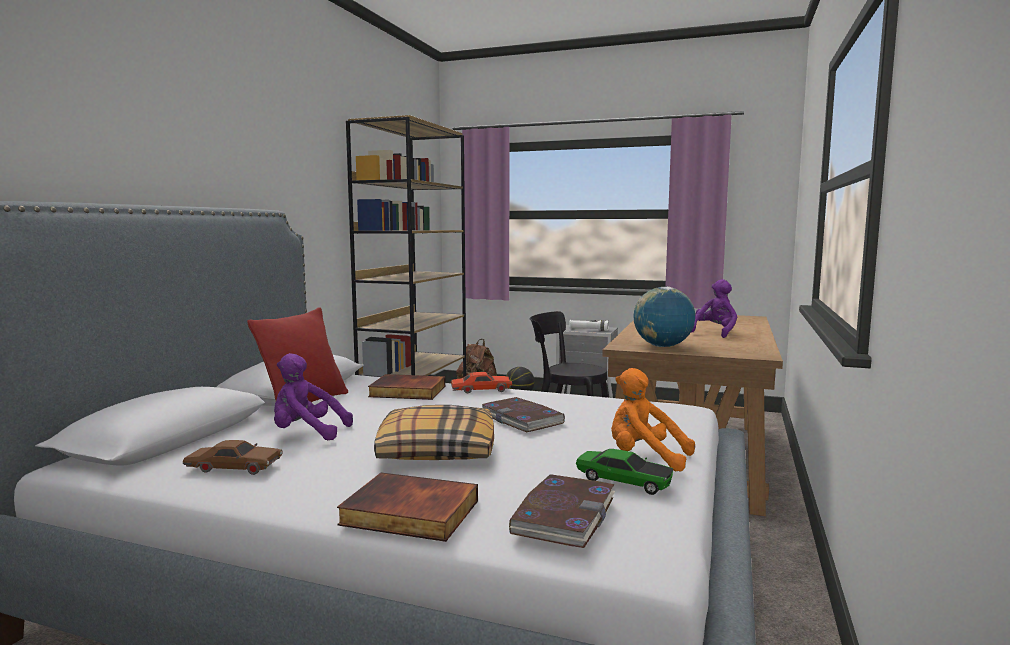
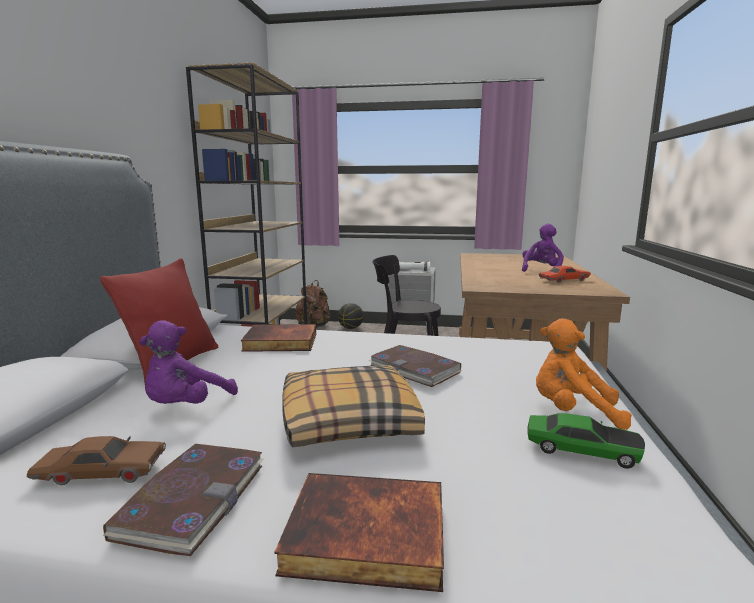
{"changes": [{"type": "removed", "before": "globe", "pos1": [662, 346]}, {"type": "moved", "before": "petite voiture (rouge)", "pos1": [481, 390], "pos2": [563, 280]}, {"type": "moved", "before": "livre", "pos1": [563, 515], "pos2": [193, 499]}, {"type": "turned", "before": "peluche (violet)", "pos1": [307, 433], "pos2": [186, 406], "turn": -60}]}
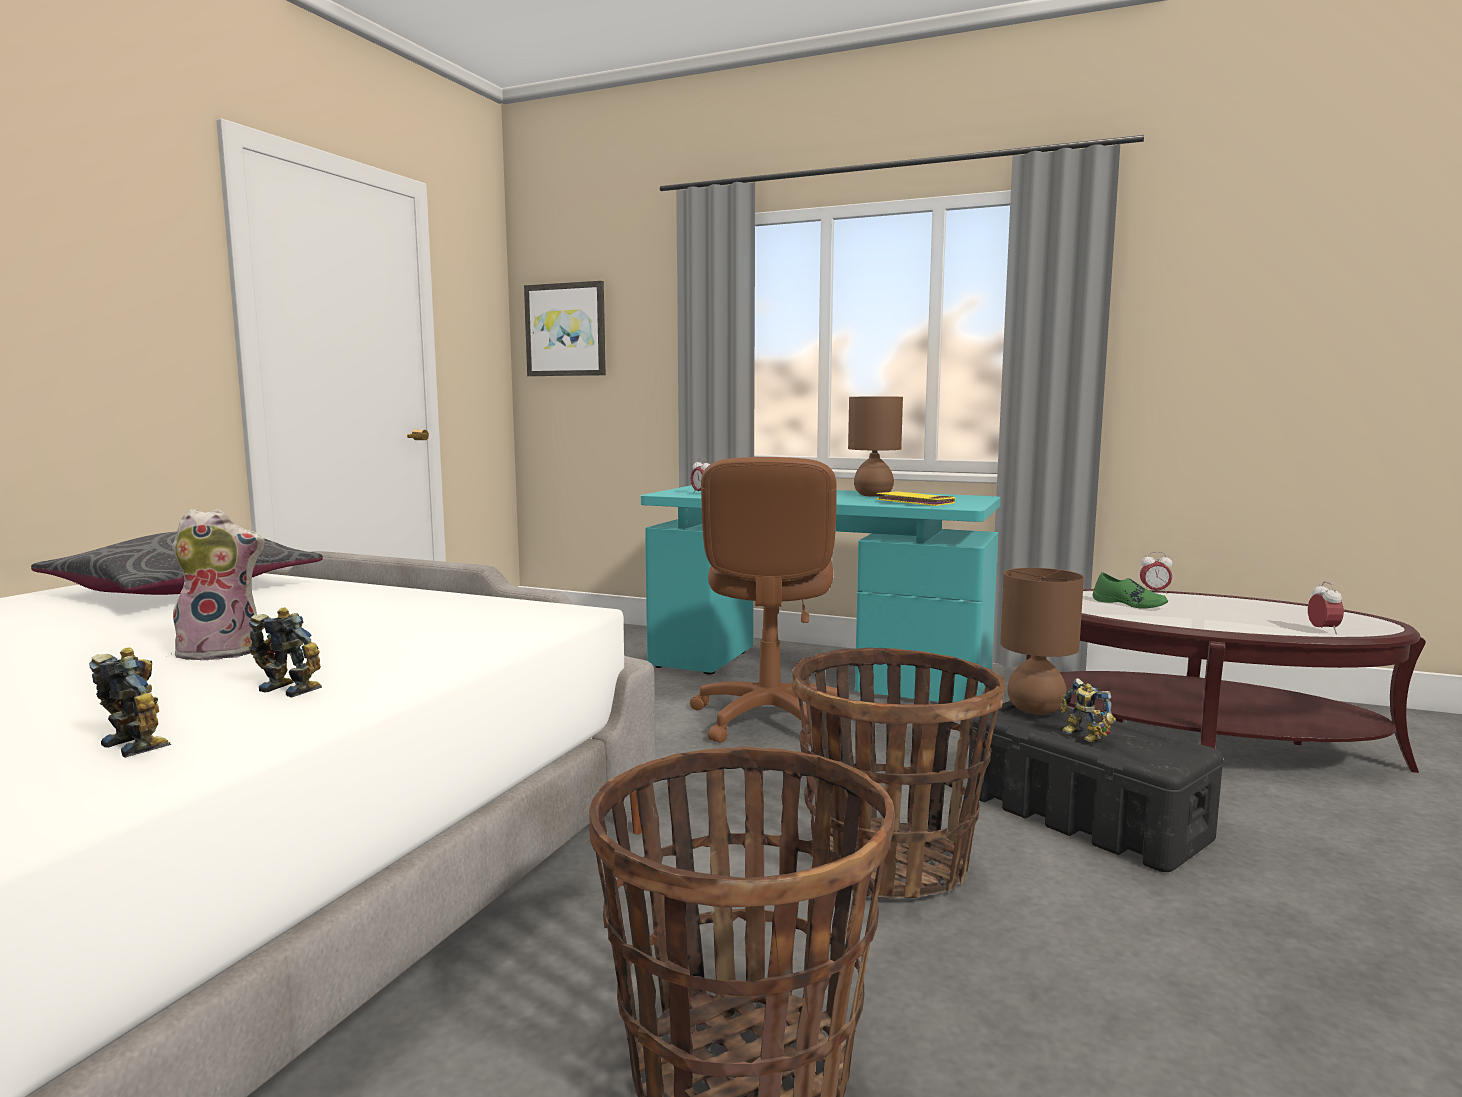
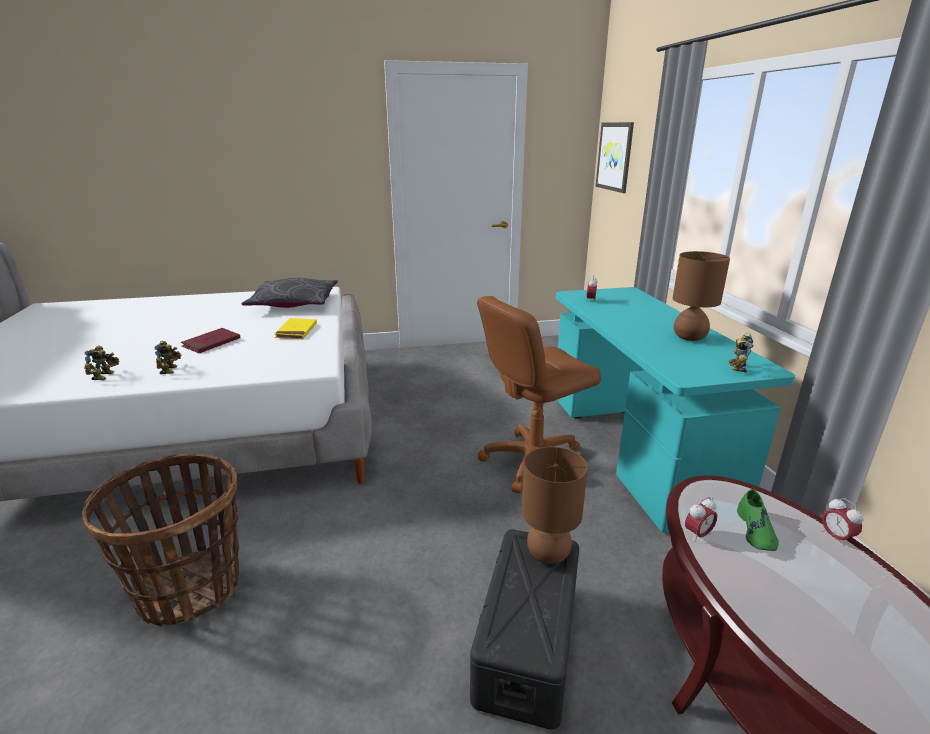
{"changes": [{"type": "removed", "before": "panier", "pos1": [889, 864]}, {"type": "moved", "before": "livre (jaune)", "pos1": [915, 503], "pos2": [296, 331]}, {"type": "moved", "before": "robot jouet", "pos1": [1082, 736], "pos2": [736, 367]}, {"type": "moved", "before": "réveil", "pos1": [1323, 630], "pos2": [697, 535]}, {"type": "replaced", "before": "peluche", "after": "livre (rouge)", "pos1": [223, 651], "pos2": [211, 343]}]}
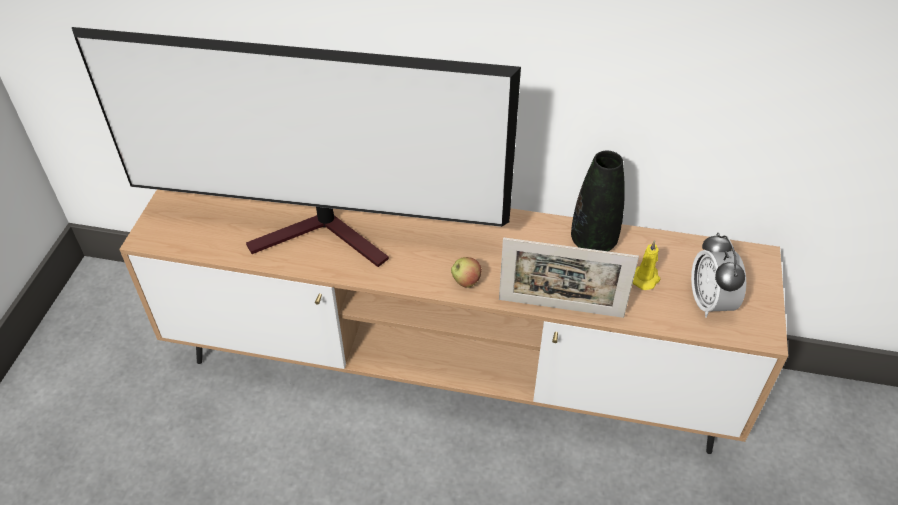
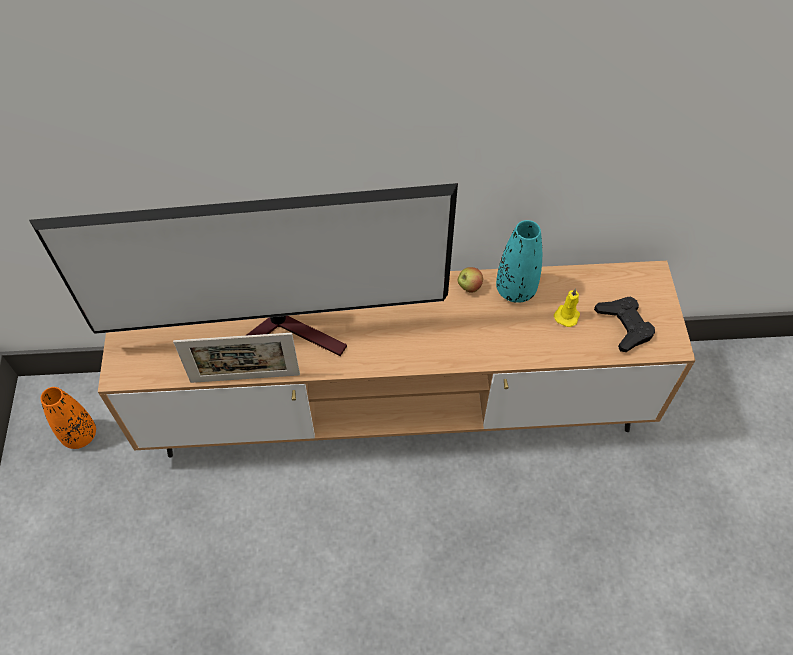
{"changes": [{"type": "added", "after": "vase (orange)", "pos2": [80, 435]}, {"type": "moved", "before": "pomme", "pos1": [466, 281], "pos2": [469, 287]}, {"type": "moved", "before": "cadre photo", "pos1": [560, 308], "pos2": [245, 378]}, {"type": "replaced", "before": "réveil", "after": "manette (noir)", "pos1": [710, 302], "pos2": [624, 326]}, {"type": "recoloured", "before": "vase (noir)", "after": "vase (turquoise)", "pos1": [593, 242], "pos2": [515, 290]}]}
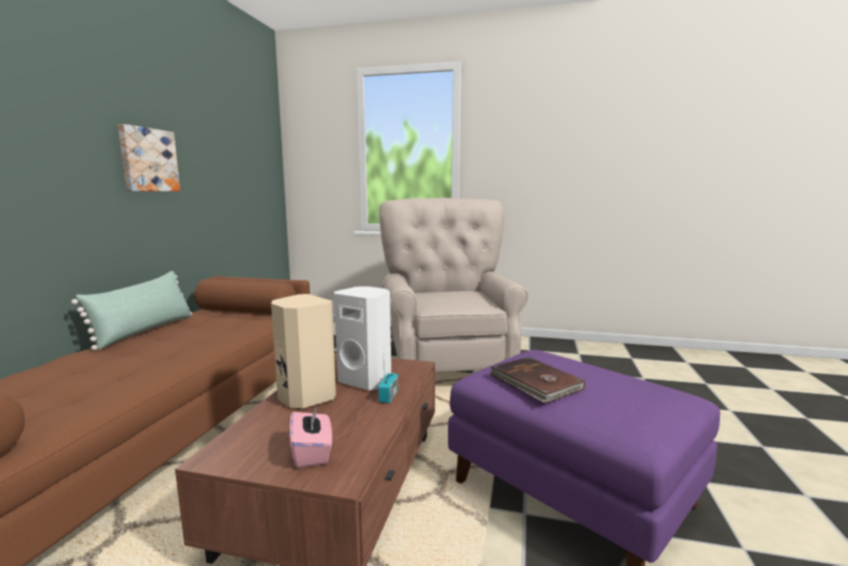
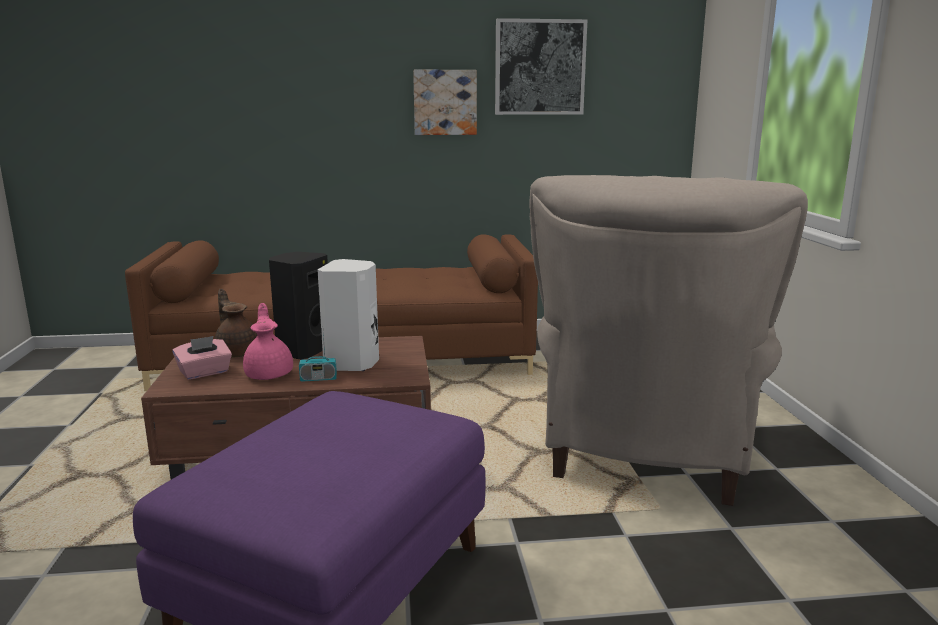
{"changes": [{"type": "removed", "before": "coussin (vert)", "pos1": [145, 331]}, {"type": "removed", "before": "livre (marron)", "pos1": [535, 383]}, {"type": "added", "after": "théière (marron)", "pos2": [238, 352]}, {"type": "added", "after": "théière (rose)", "pos2": [270, 374]}, {"type": "added", "after": "tableau", "pos2": [539, 67]}, {"type": "recoloured", "before": "enceinte (beige)", "after": "enceinte (noir)", "pos1": [304, 398], "pos2": [302, 351]}, {"type": "turned", "before": "fauteuil (beige)", "pos1": [447, 365], "pos2": [645, 452], "turn": 135}]}
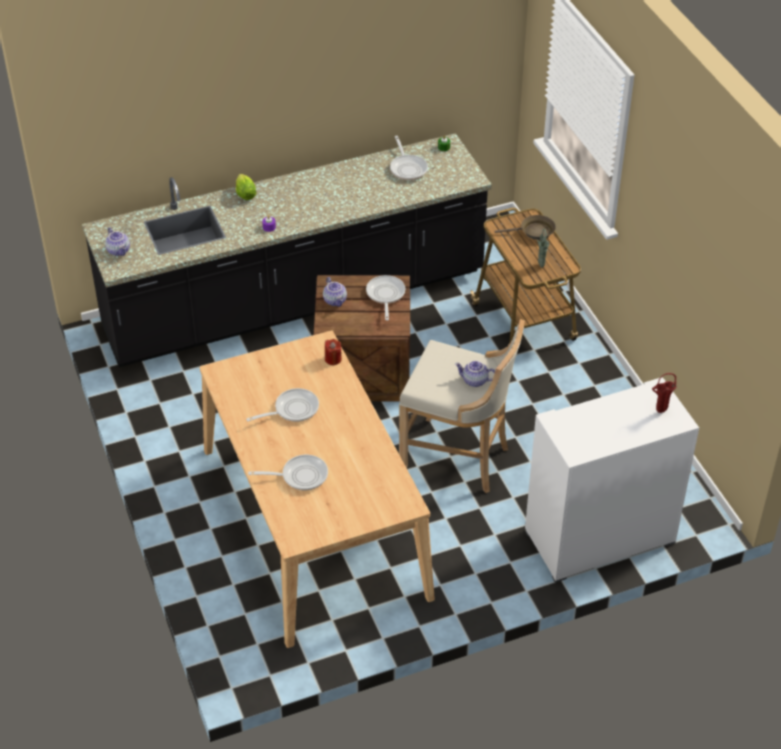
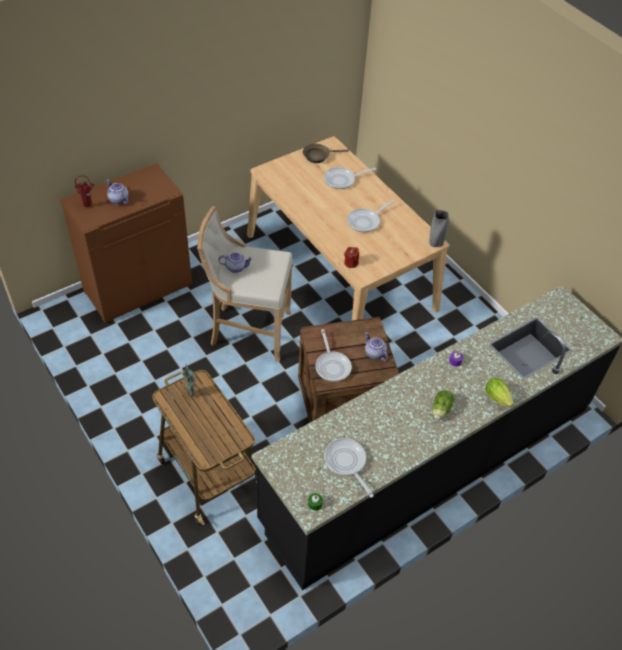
{"changes": [{"type": "added", "after": "vase (gris)", "pos2": [435, 243]}, {"type": "added", "after": "laitue", "pos2": [440, 410]}, {"type": "moved", "before": "théière", "pos1": [119, 250], "pos2": [118, 200]}, {"type": "moved", "before": "poêle (marron)", "pos1": [534, 232], "pos2": [318, 156]}, {"type": "recoloured", "before": "meuble de rangement (blanc)", "after": "meuble de rangement (marron)", "pos1": [599, 538], "pos2": [138, 287]}]}
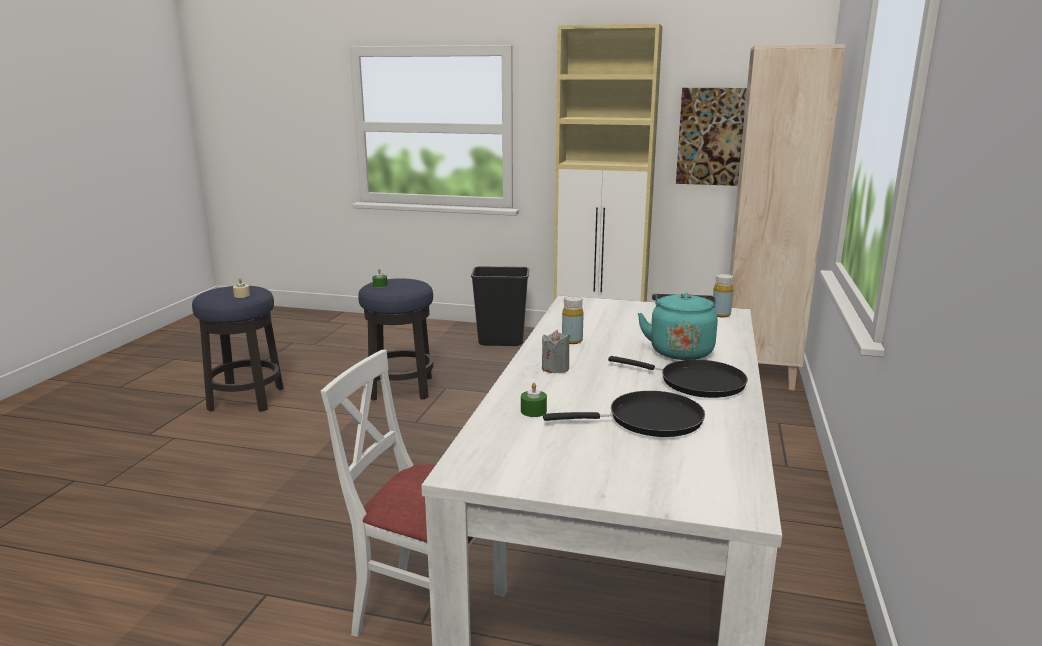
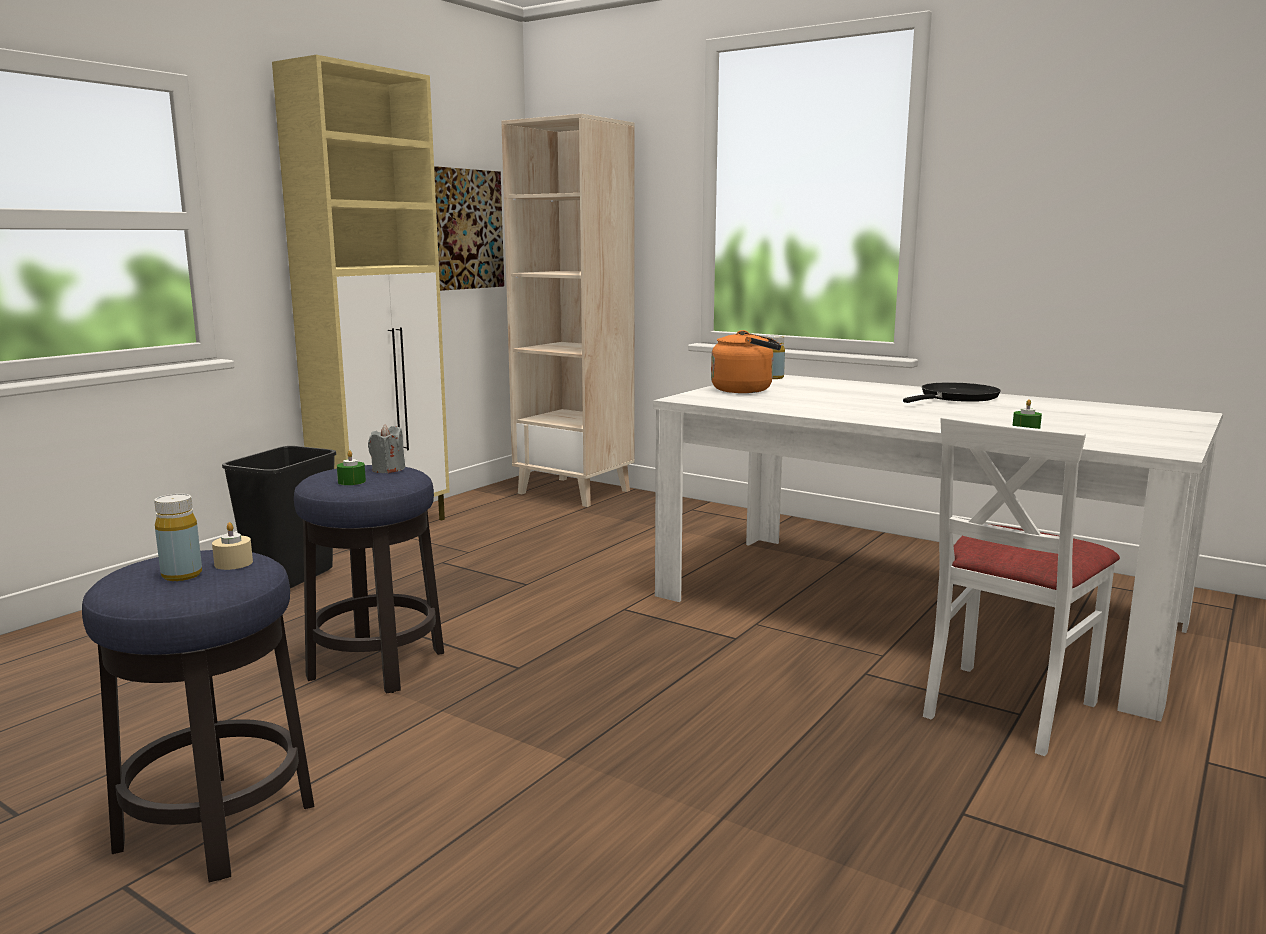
{"changes": [{"type": "removed", "before": "poêle (noir)", "pos1": [648, 420]}, {"type": "removed", "before": "bouilloire (turquoise)", "pos1": [680, 350]}, {"type": "added", "after": "bouilloire (orange)", "pos2": [746, 390]}, {"type": "moved", "before": "bougie (gris)", "pos1": [555, 368], "pos2": [388, 470]}, {"type": "moved", "before": "bouteille (jaune)", "pos1": [572, 341], "pos2": [182, 575]}]}
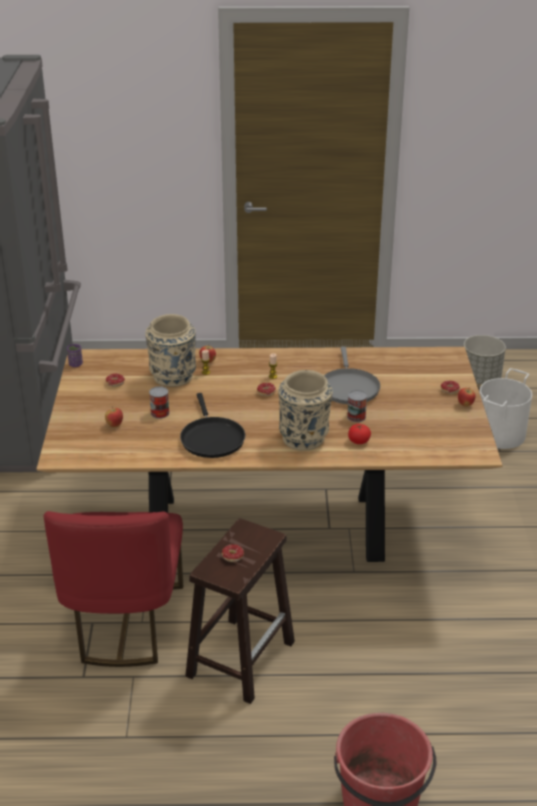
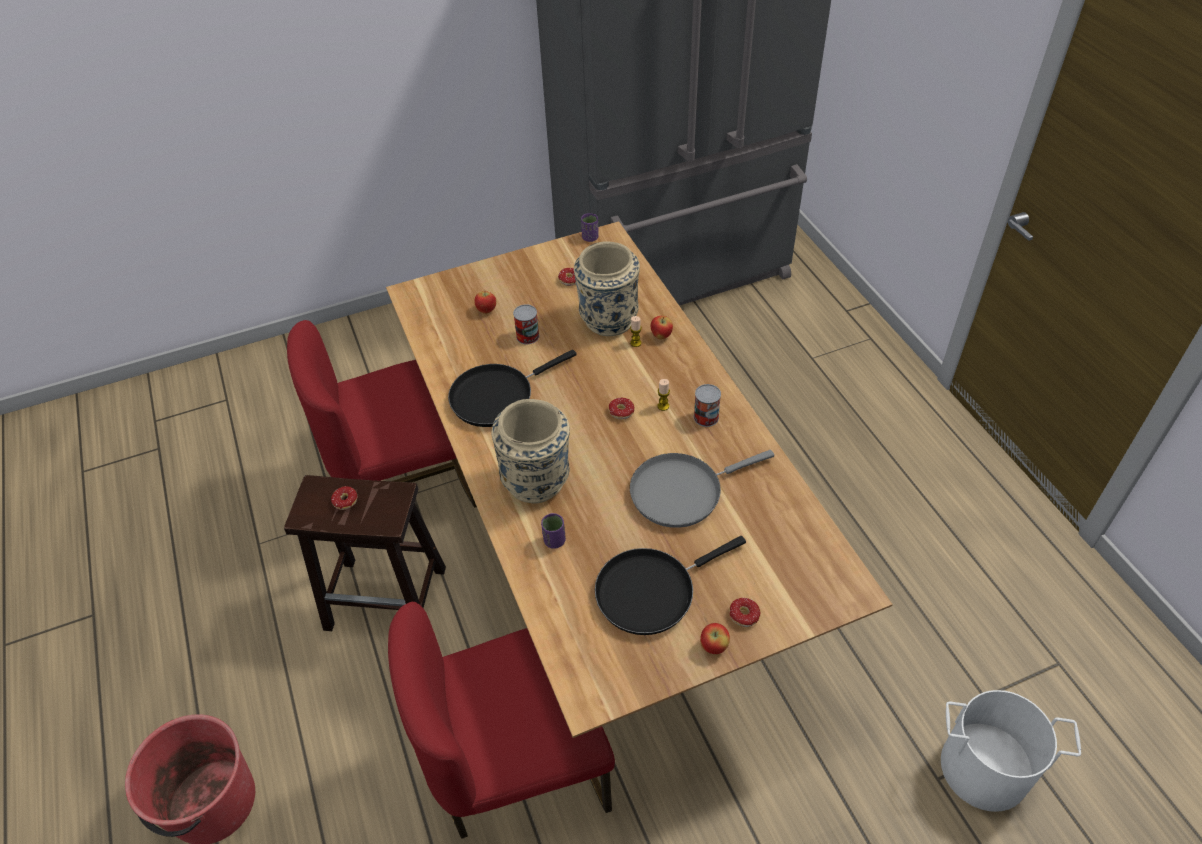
{"changes": [{"type": "removed", "before": "cache-pot (gris)", "pos1": [480, 378]}, {"type": "added", "after": "chaise (rouge)", "pos2": [518, 765]}, {"type": "added", "after": "poêle (noir)", "pos2": [651, 591]}, {"type": "moved", "before": "boîte métallique", "pos1": [356, 417], "pos2": [706, 417]}, {"type": "replaced", "before": "tomate", "after": "tasse (violet)", "pos1": [359, 441], "pos2": [554, 541]}]}
